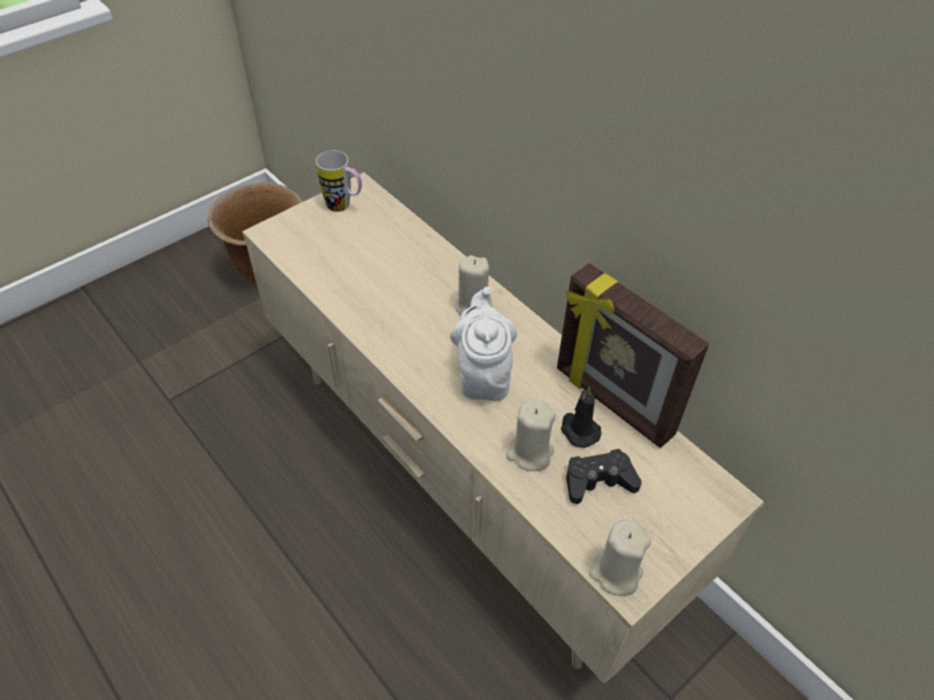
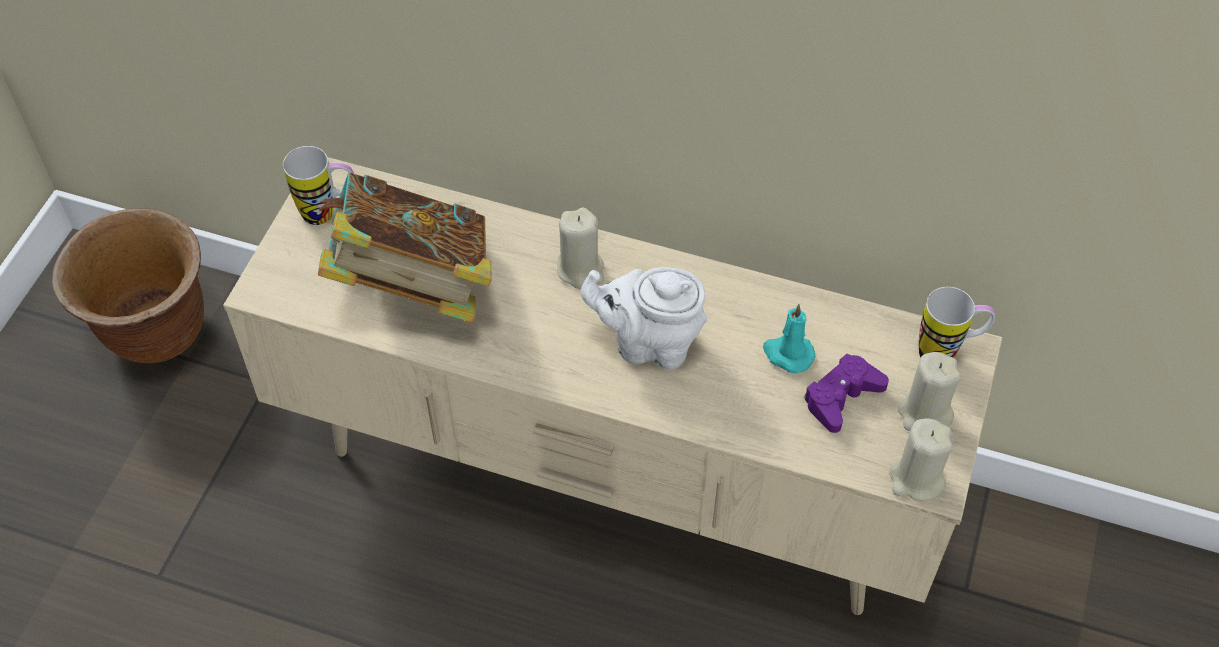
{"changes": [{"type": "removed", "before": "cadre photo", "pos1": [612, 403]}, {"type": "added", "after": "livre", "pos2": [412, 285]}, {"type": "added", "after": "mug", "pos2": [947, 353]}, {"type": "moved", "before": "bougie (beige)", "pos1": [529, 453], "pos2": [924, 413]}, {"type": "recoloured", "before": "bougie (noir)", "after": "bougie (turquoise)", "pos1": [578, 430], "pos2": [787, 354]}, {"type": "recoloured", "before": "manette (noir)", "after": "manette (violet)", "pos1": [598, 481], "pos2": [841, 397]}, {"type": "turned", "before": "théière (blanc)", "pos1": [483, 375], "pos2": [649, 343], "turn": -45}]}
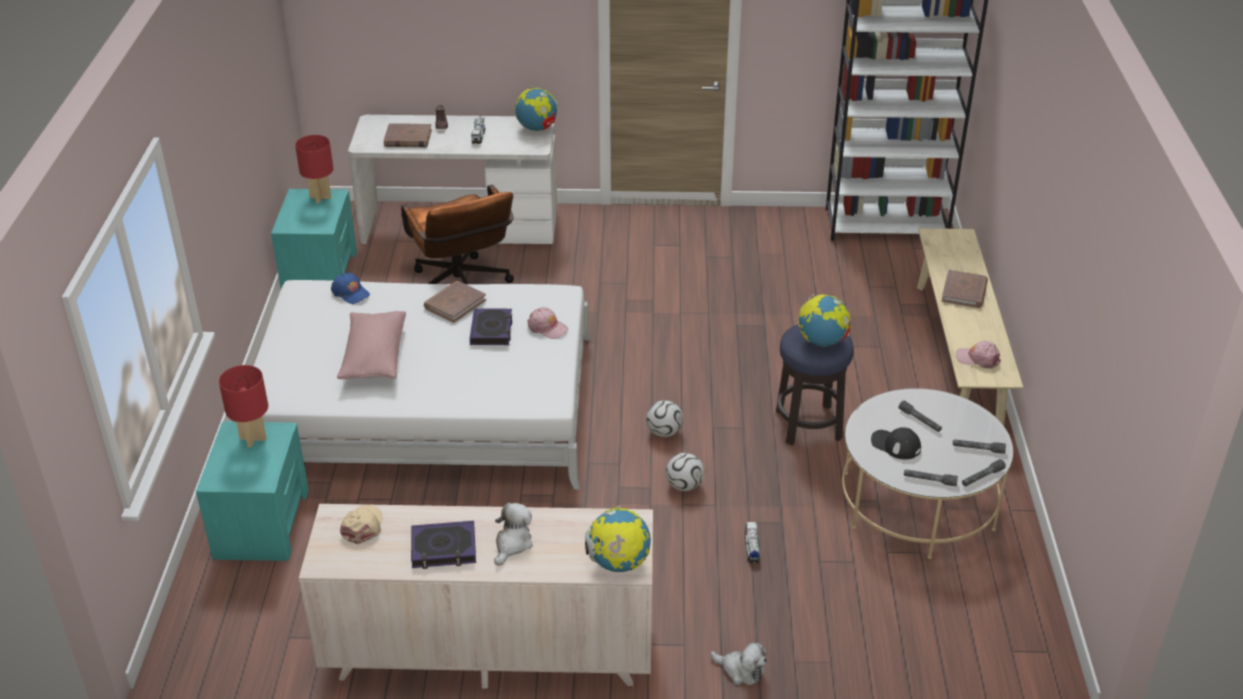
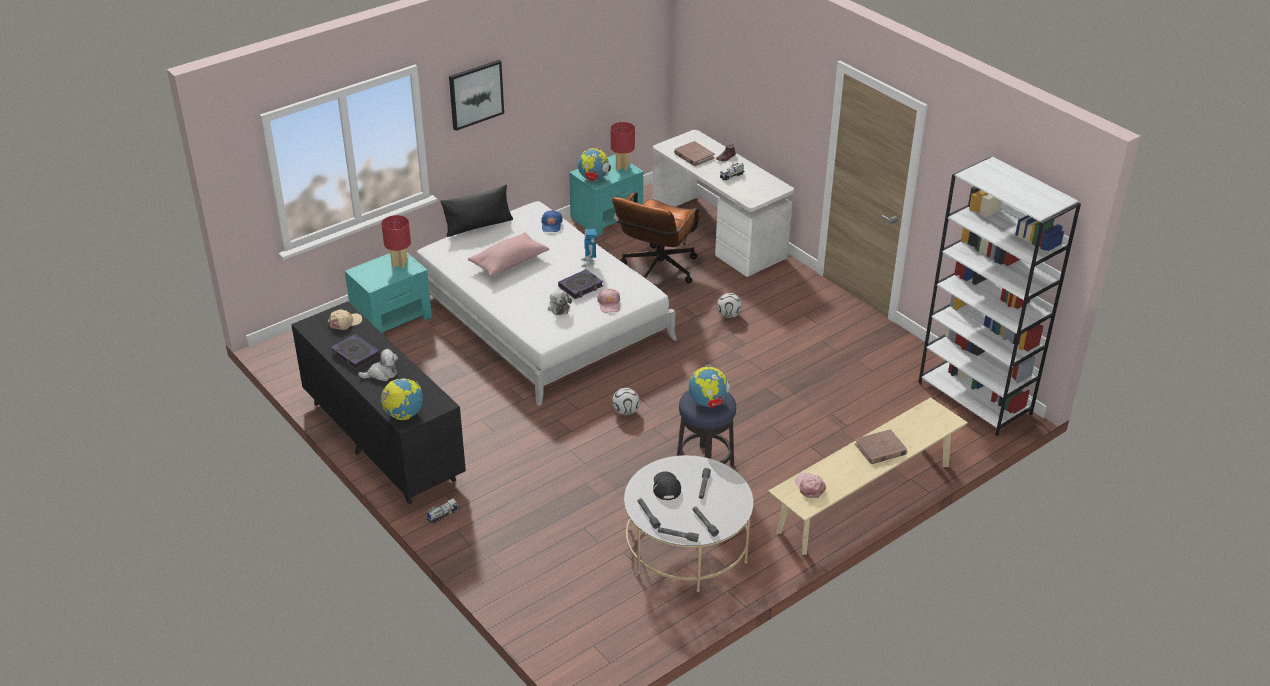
{"changes": [{"type": "added", "after": "coussin (noir)", "pos2": [478, 226]}, {"type": "added", "after": "tableau", "pos2": [475, 94]}, {"type": "moved", "before": "globe", "pos1": [537, 129], "pos2": [593, 179]}, {"type": "moved", "before": "ballon de foot", "pos1": [684, 486], "pos2": [728, 315]}, {"type": "moved", "before": "peluche", "pos1": [741, 670], "pos2": [558, 307]}, {"type": "moved", "before": "camion jouet", "pos1": [752, 548], "pos2": [442, 515]}, {"type": "replaced", "before": "livre (marron)", "after": "robot jouet", "pos1": [455, 304], "pos2": [589, 262]}, {"type": "recoloured", "before": "commode (beige)", "after": "commode (noir)", "pos1": [488, 650], "pos2": [382, 441]}]}
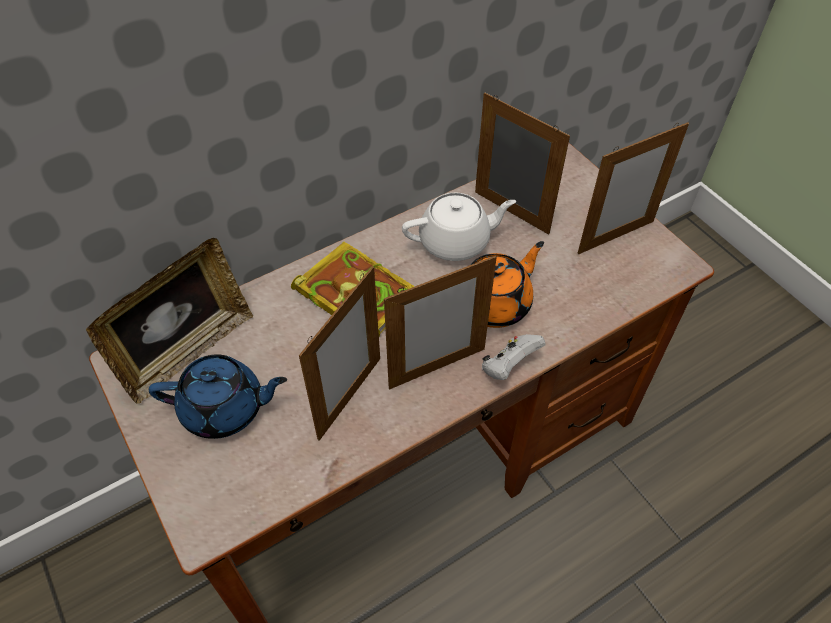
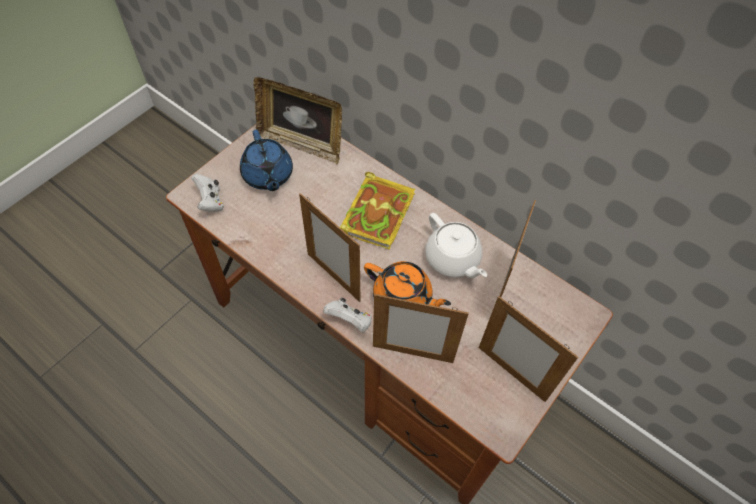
{"changes": [{"type": "added", "after": "manette (blanc)", "pos2": [210, 201]}, {"type": "moved", "before": "cadre photo", "pos1": [350, 397], "pos2": [412, 354]}]}
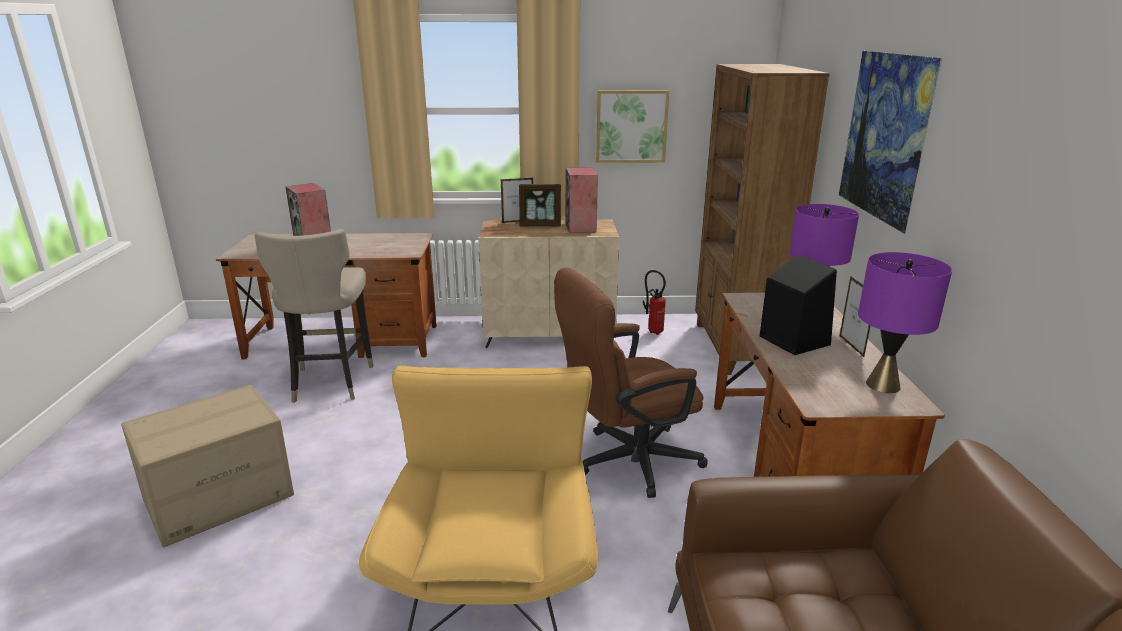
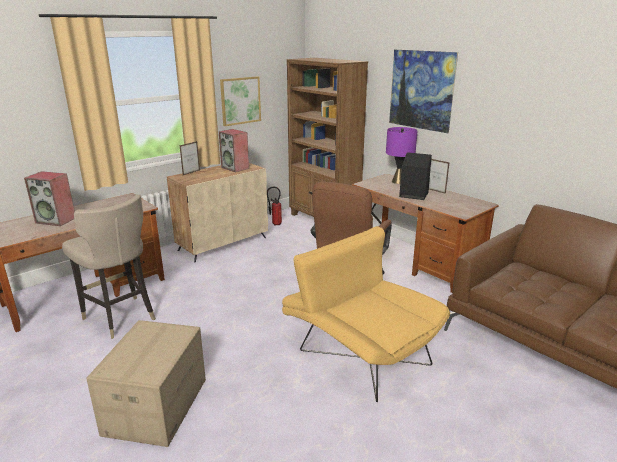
{"changes": [{"type": "removed", "before": "cadre photo", "pos1": [540, 225]}, {"type": "removed", "before": "lampe de table (violet)", "pos1": [882, 385]}]}
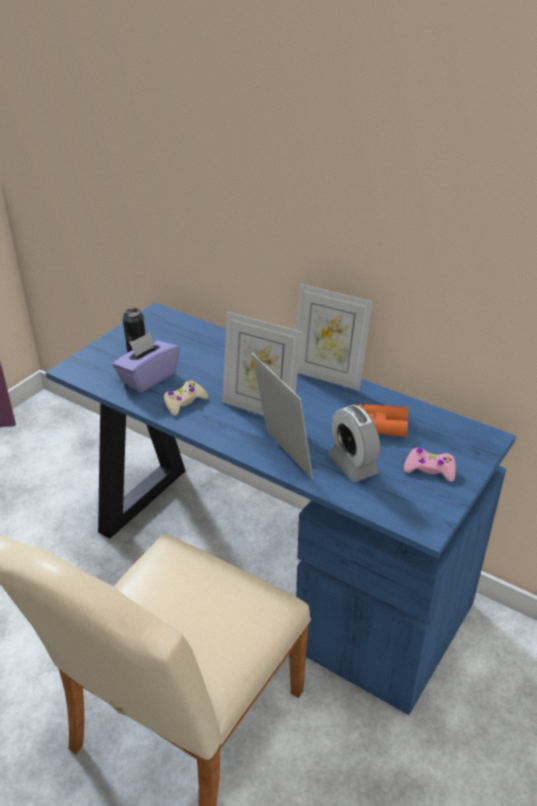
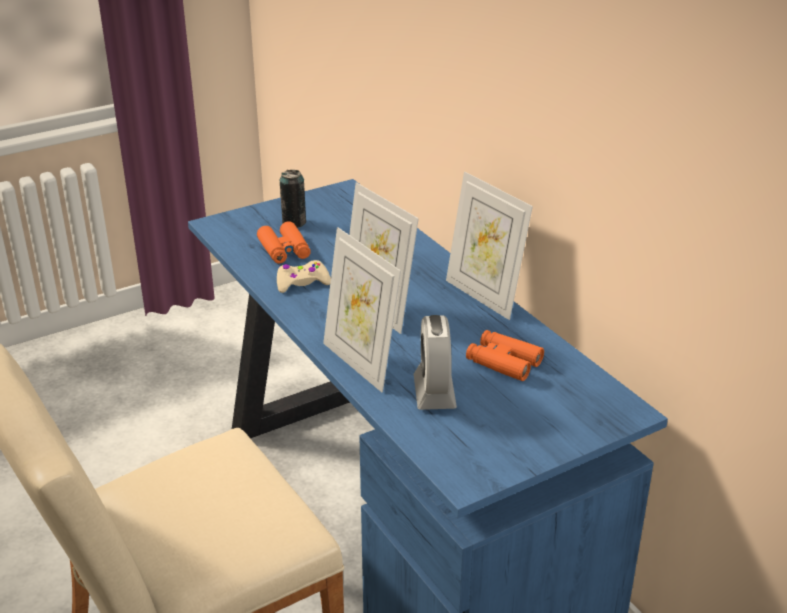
{"changes": [{"type": "removed", "before": "manette (rose)", "pos1": [429, 469]}, {"type": "replaced", "before": "boîte à mouchoirs (violet)", "after": "jumelles (orange)", "pos1": [148, 377], "pos2": [284, 250]}, {"type": "turned", "before": "cadre photo", "pos1": [281, 457], "pos2": [360, 363], "turn": 150}]}
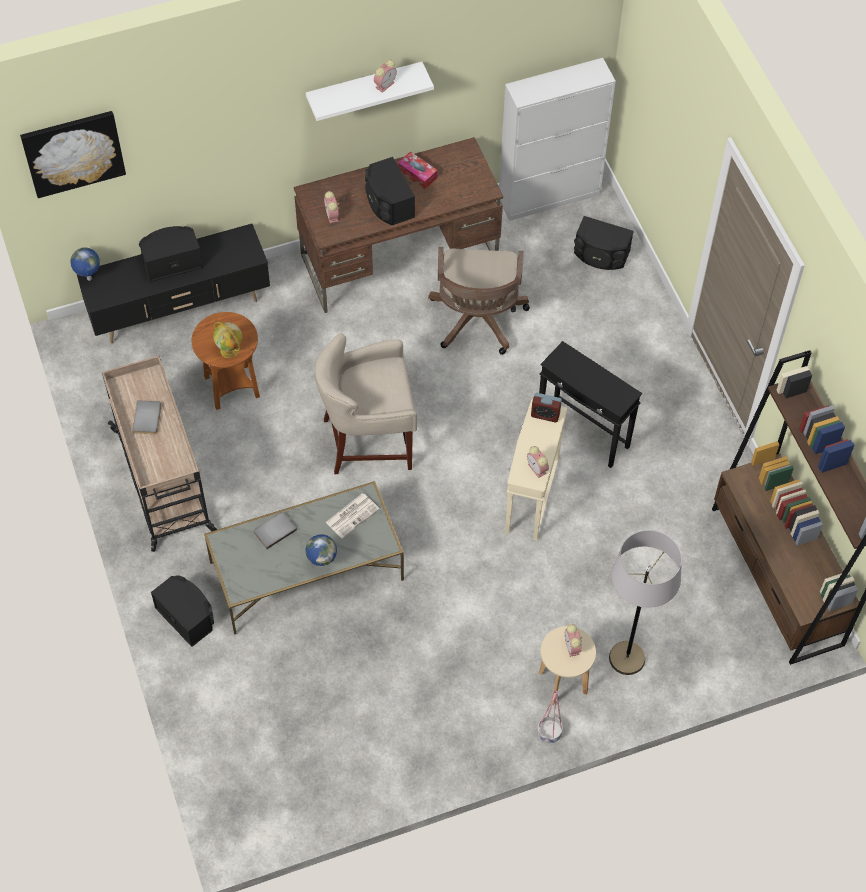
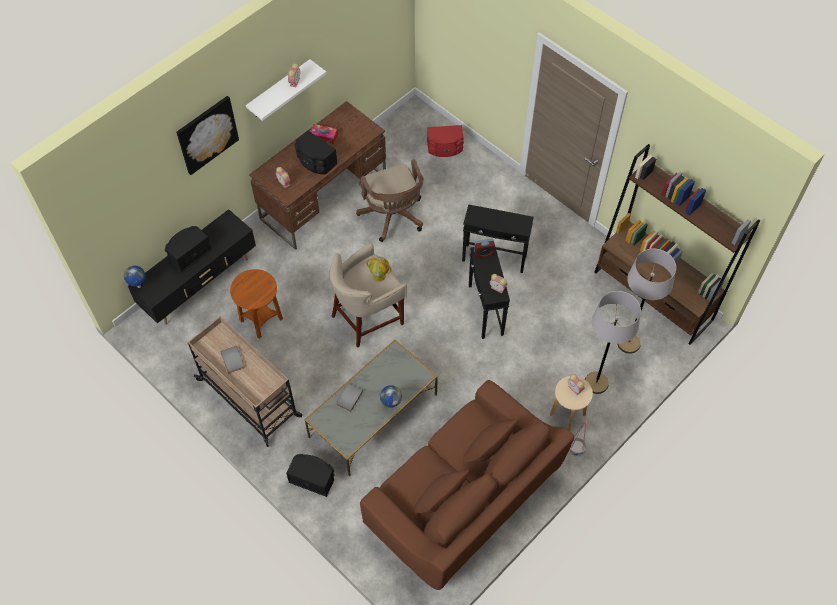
{"changes": [{"type": "removed", "before": "journal", "pos1": [352, 515]}, {"type": "removed", "before": "meuble de rangement (blanc)", "pos1": [550, 196]}, {"type": "added", "after": "canapé (marron)", "pos2": [463, 498]}, {"type": "added", "after": "lampadaire (gris)", "pos2": [628, 343]}, {"type": "moved", "before": "tableau", "pos1": [73, 152], "pos2": [207, 134]}, {"type": "moved", "before": "globe", "pos1": [230, 351], "pos2": [379, 276]}, {"type": "recoloured", "before": "table d'appoint (beige)", "after": "table d'appoint (noir)", "pos1": [531, 497], "pos2": [485, 310]}, {"type": "recoloured", "before": "enceinte (noir)", "after": "enceinte (rouge)", "pos1": [600, 254], "pos2": [445, 148]}]}
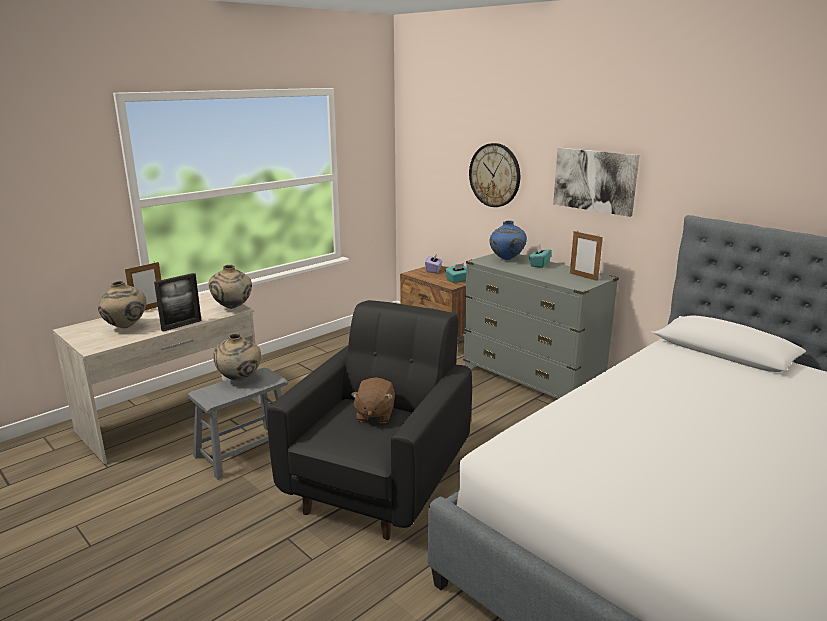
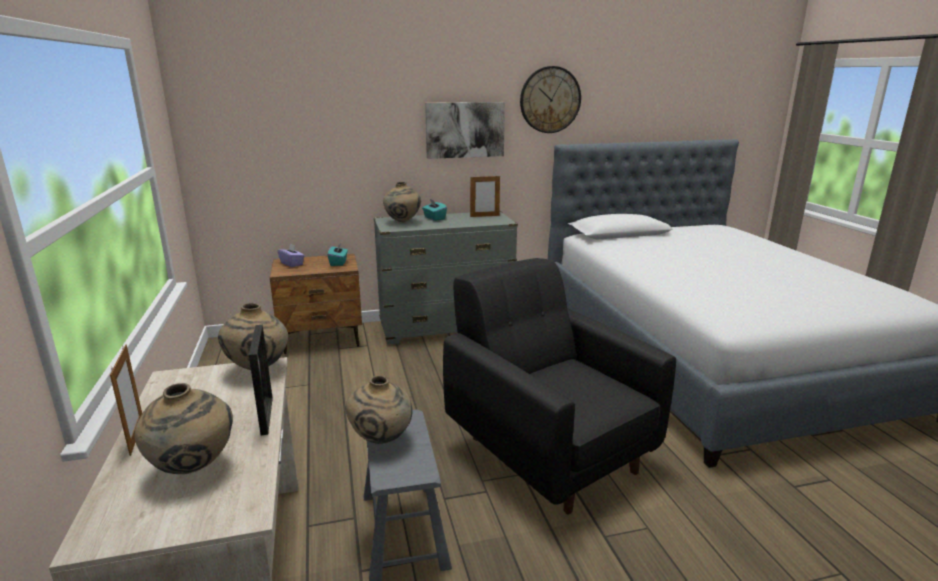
{"changes": [{"type": "removed", "before": "peluche (marron)", "pos1": [374, 415]}, {"type": "moved", "before": "horloge murale", "pos1": [495, 175], "pos2": [550, 100]}, {"type": "recoloured", "before": "vase (bleu)", "after": "vase (beige)", "pos1": [506, 259], "pos2": [403, 222]}]}
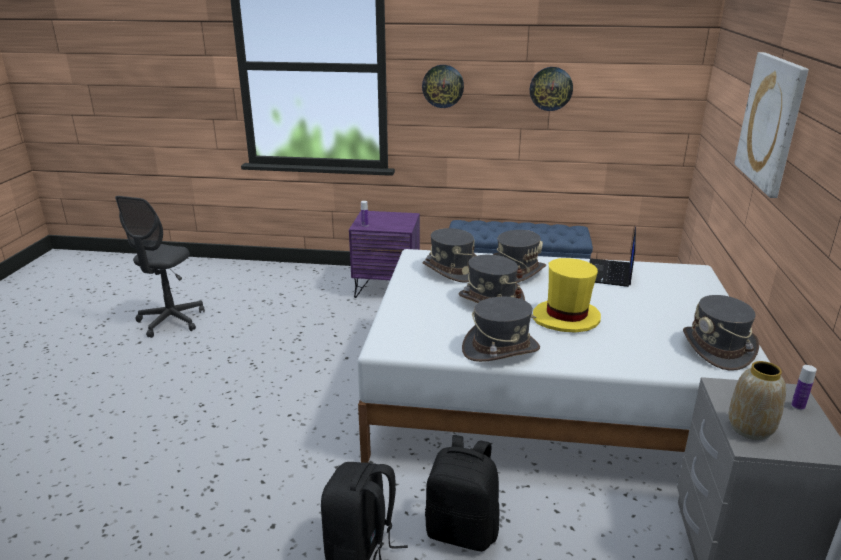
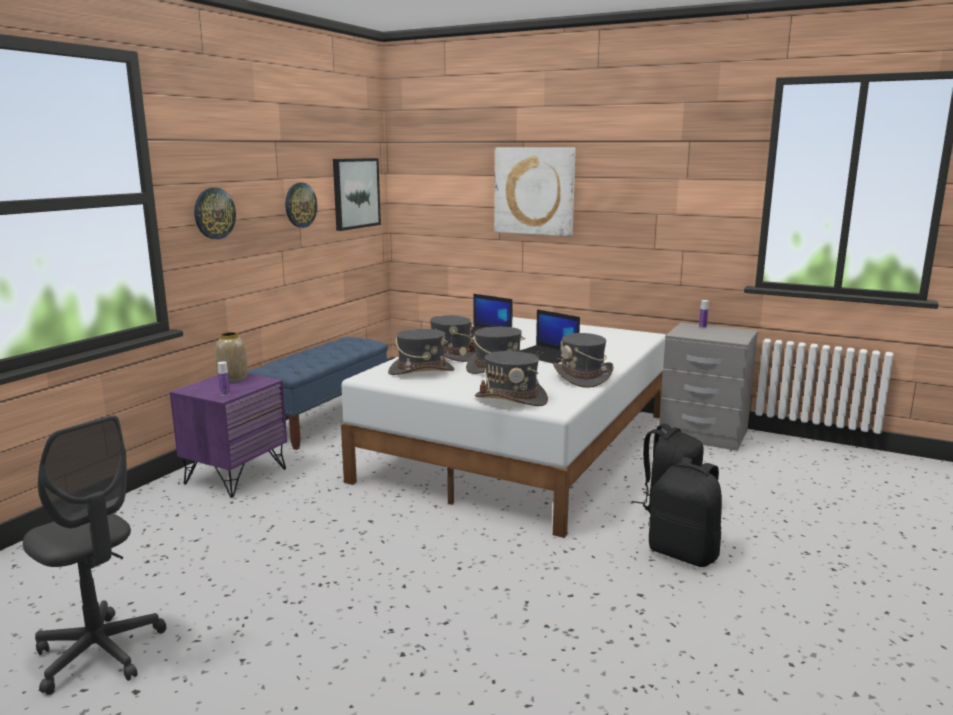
{"changes": [{"type": "added", "after": "tableau", "pos2": [355, 193]}, {"type": "moved", "before": "chapeau (gris)", "pos1": [717, 349], "pos2": [511, 399]}, {"type": "moved", "before": "vase", "pos1": [749, 428], "pos2": [233, 379]}, {"type": "replaced", "before": "chapeau (jaune)", "after": "ordinateur portable", "pos1": [566, 318], "pos2": [546, 355]}]}
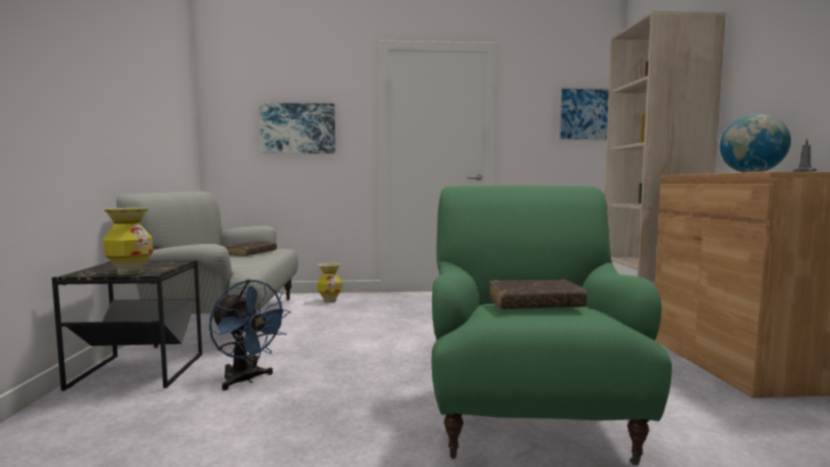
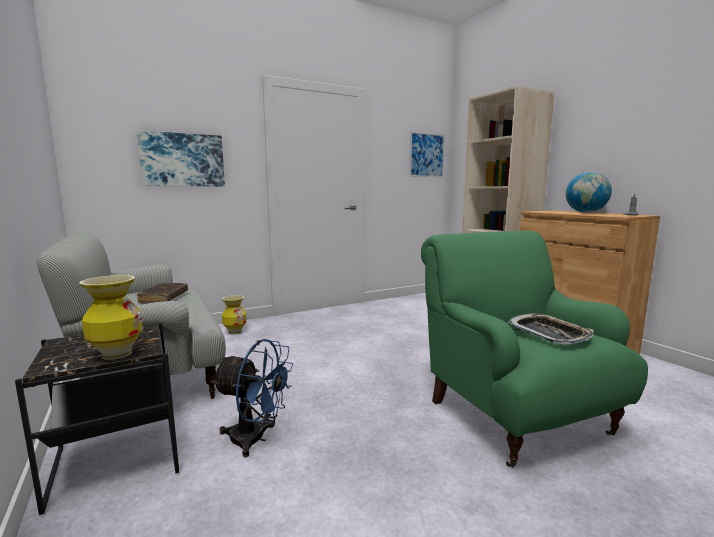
{"changes": [{"type": "replaced", "before": "livre (marron)", "after": "plateau", "pos1": [535, 304], "pos2": [548, 334]}]}
